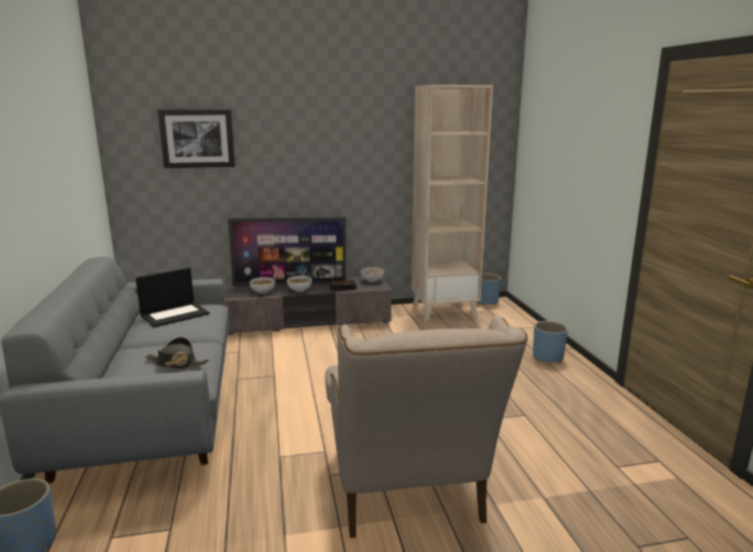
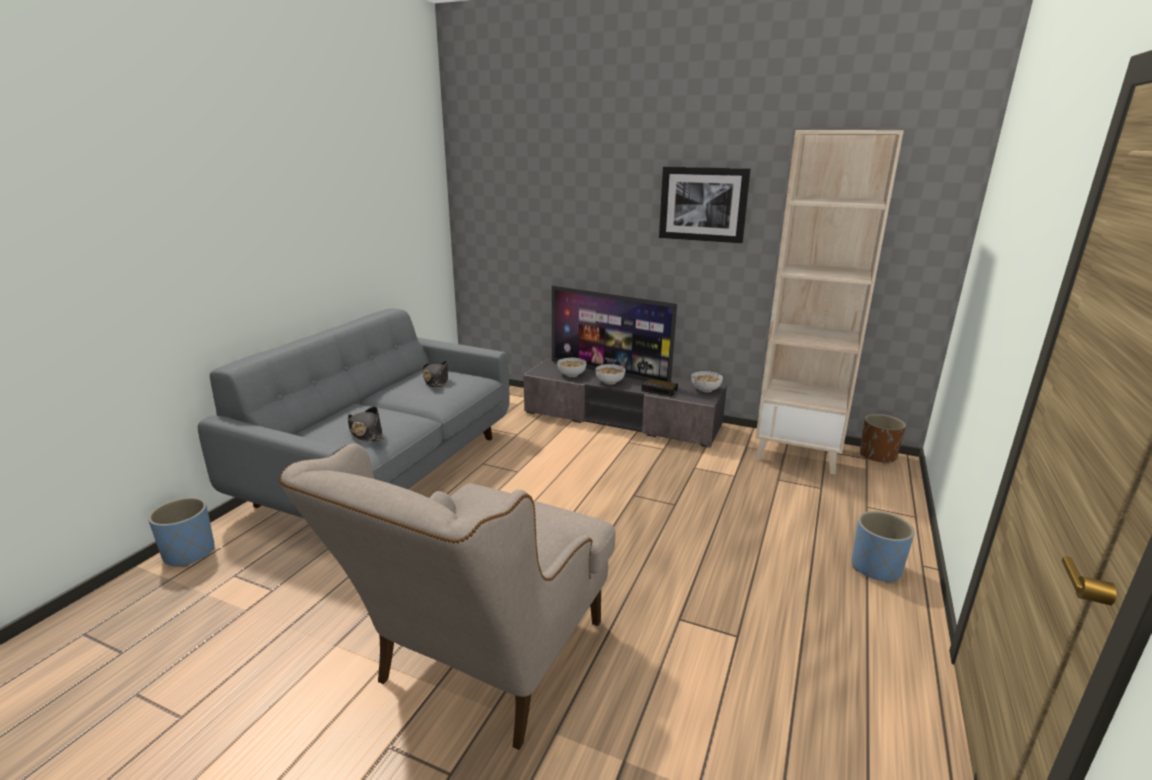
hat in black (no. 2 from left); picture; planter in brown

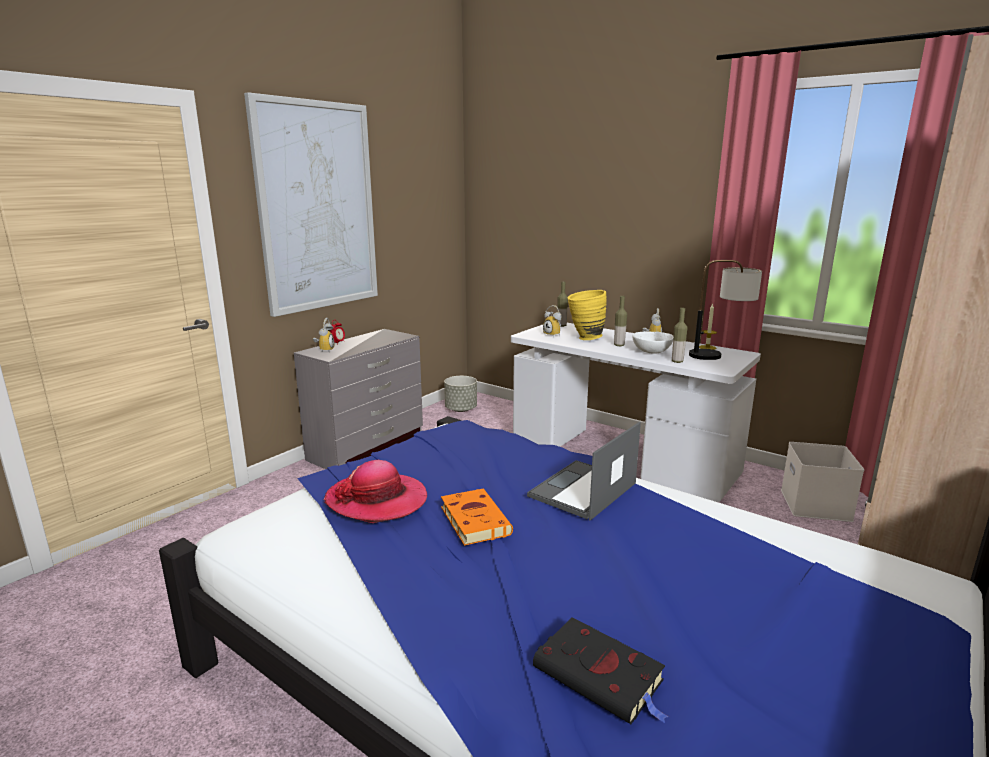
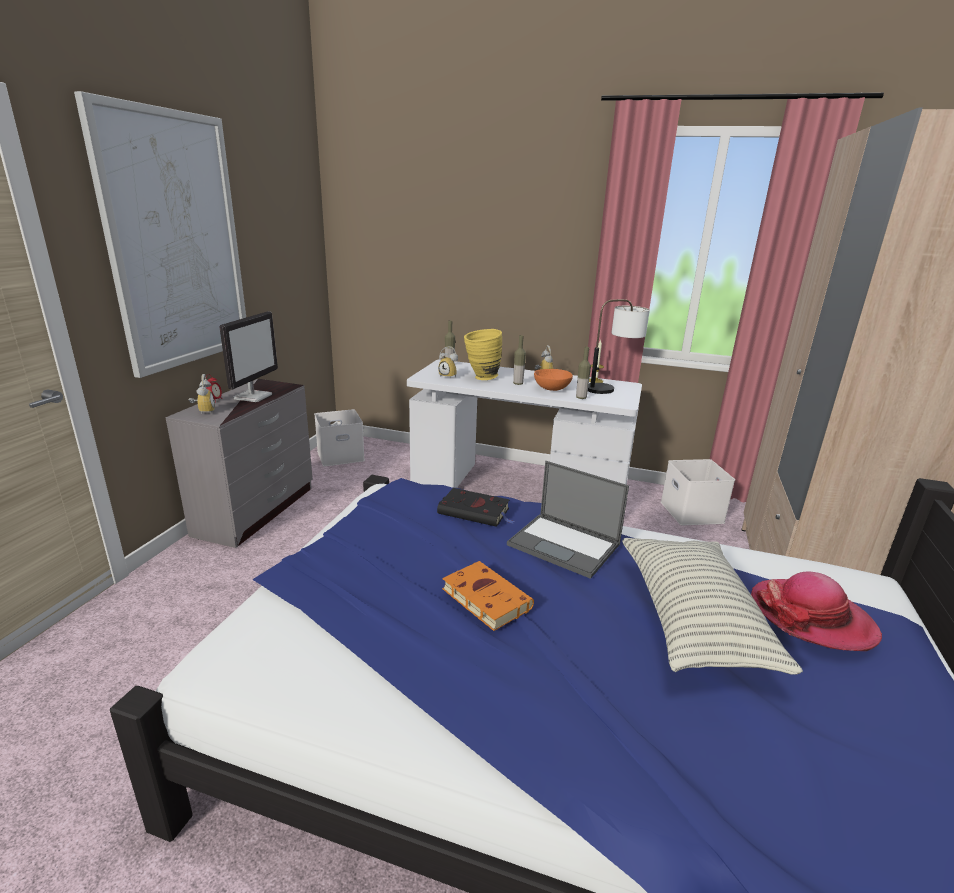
hat; storage box in white (no. 1 from left); laptop; book in black; bowl in orange; monitor; pillow

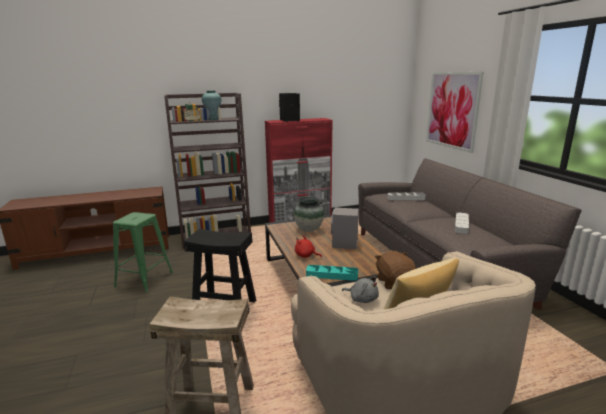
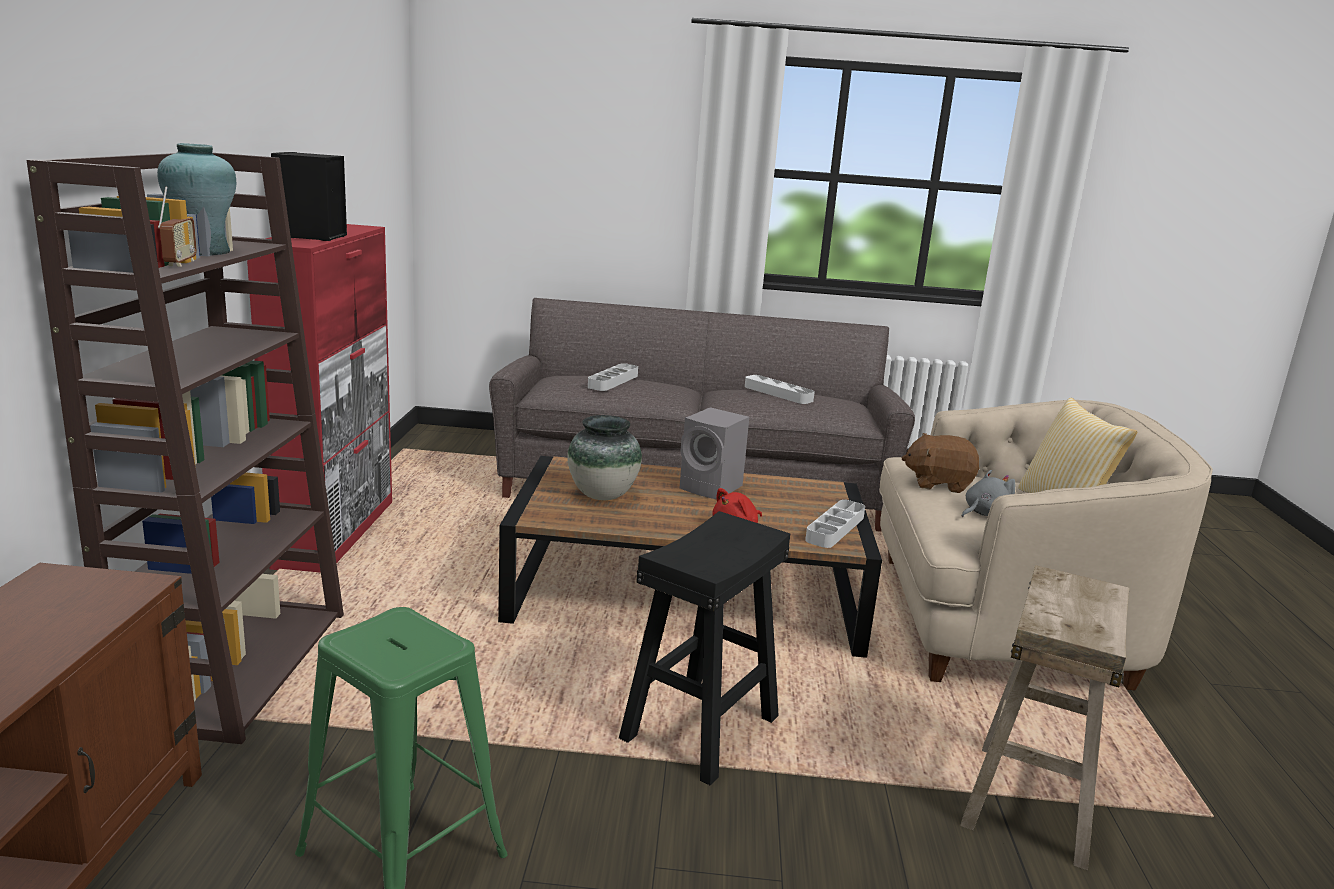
tray in grey (no. 3 from left); picture

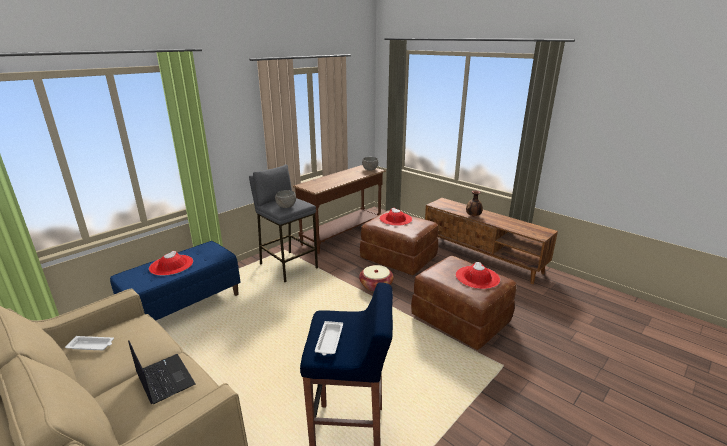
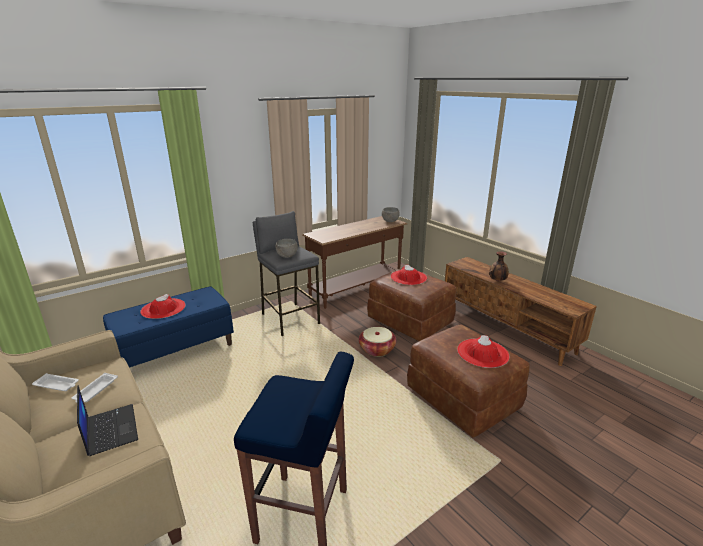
tray in white (no. 2 from left)

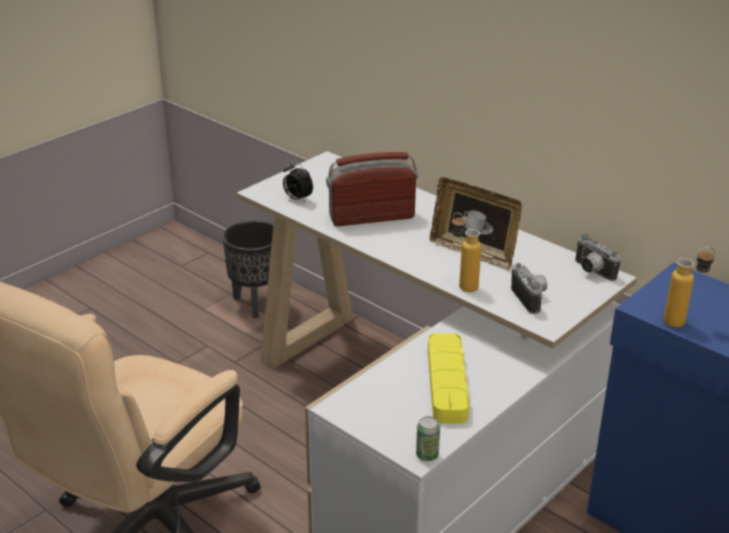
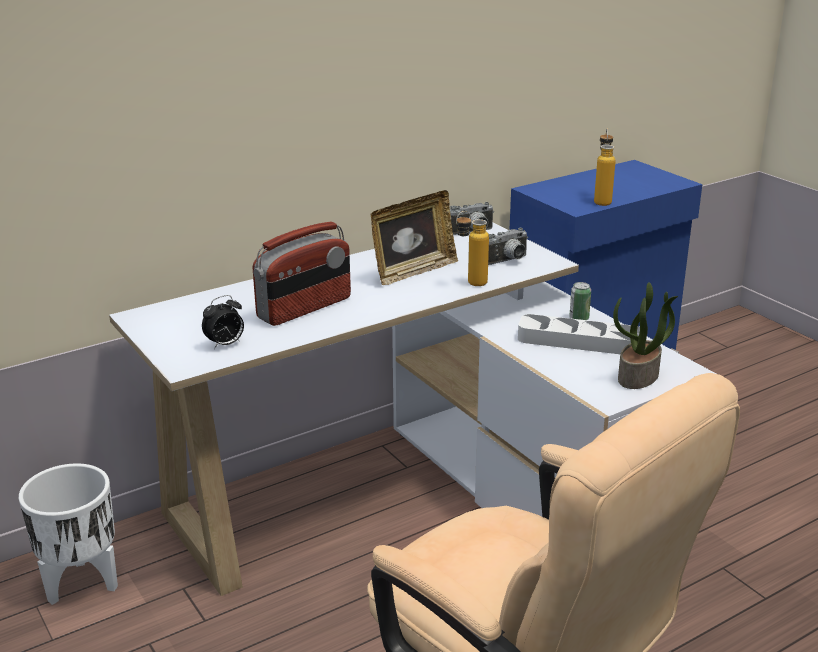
planter in white; radio; can; tray in grey; photo camera (no. 2 from left); potted plant

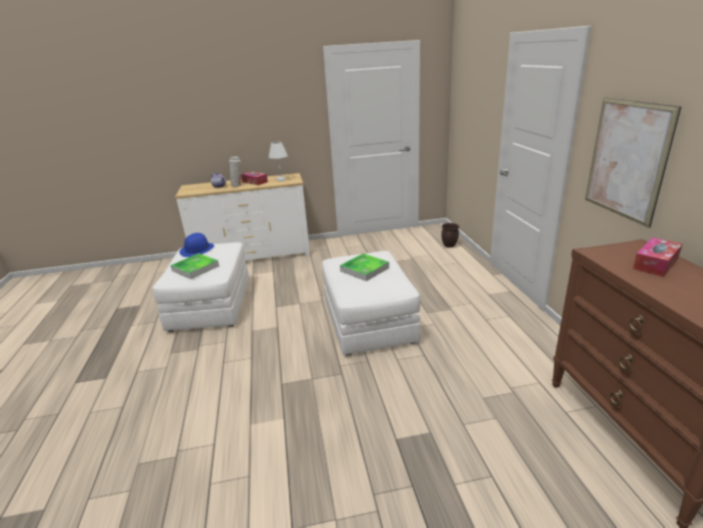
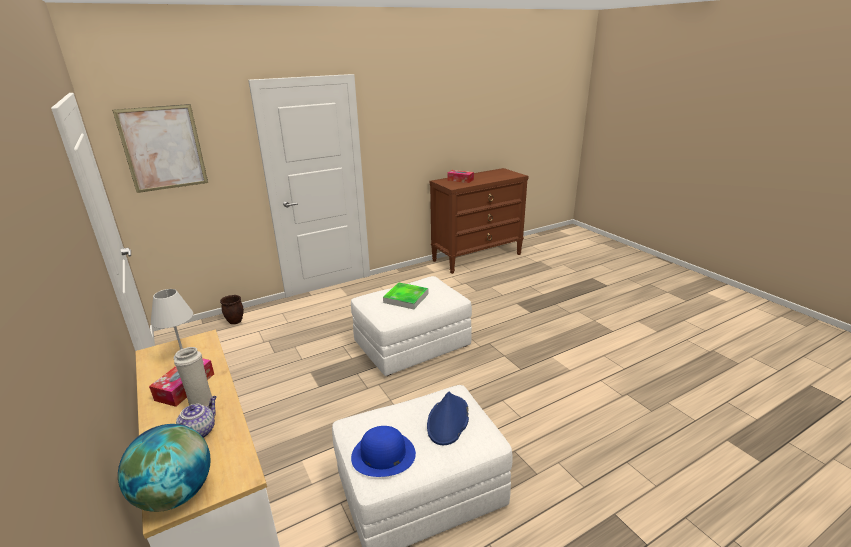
hat in blue (no. 2 from left); picture; globe

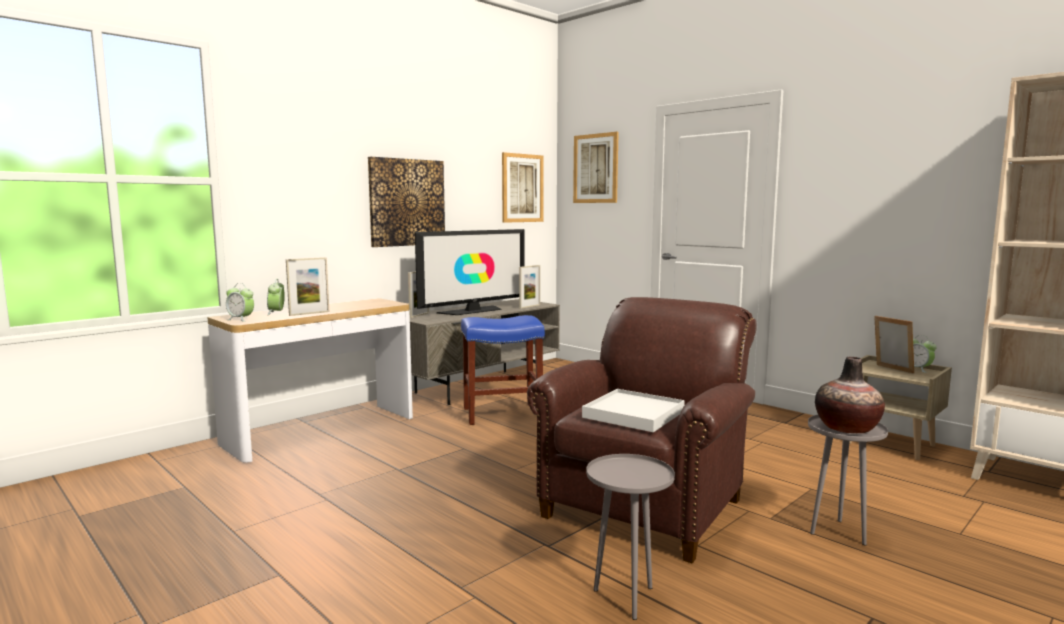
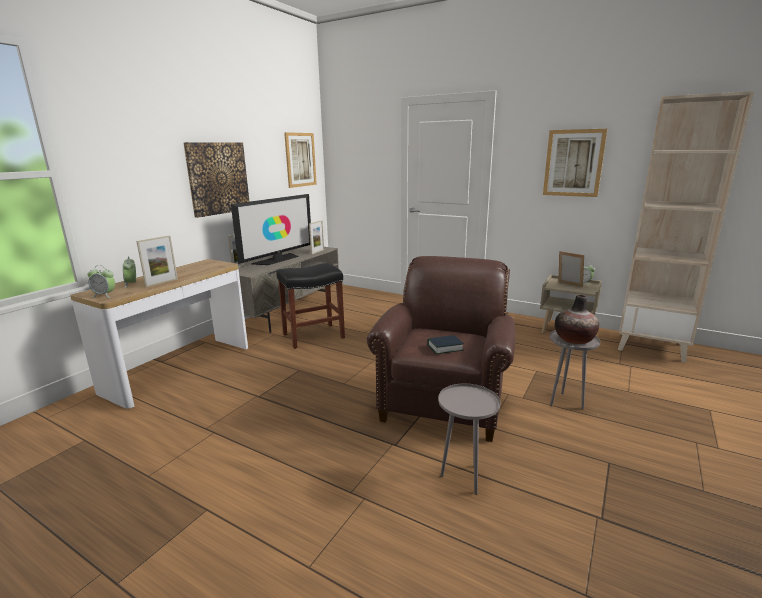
stool in black; picture (no. 3 from left); book

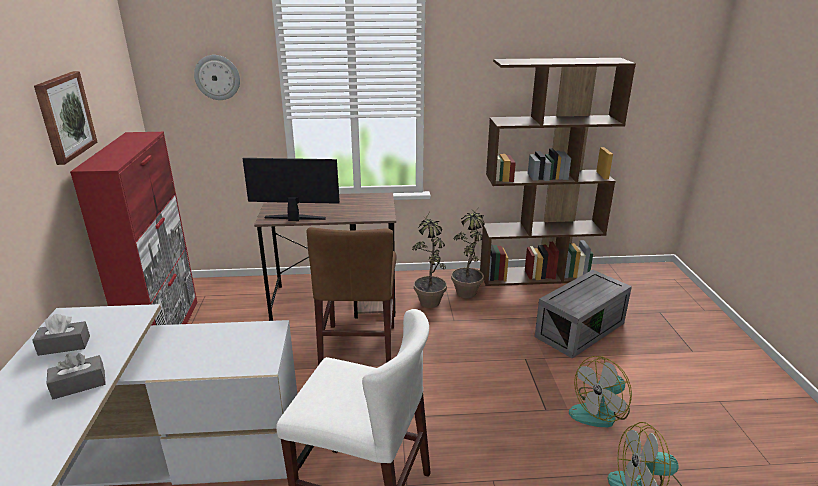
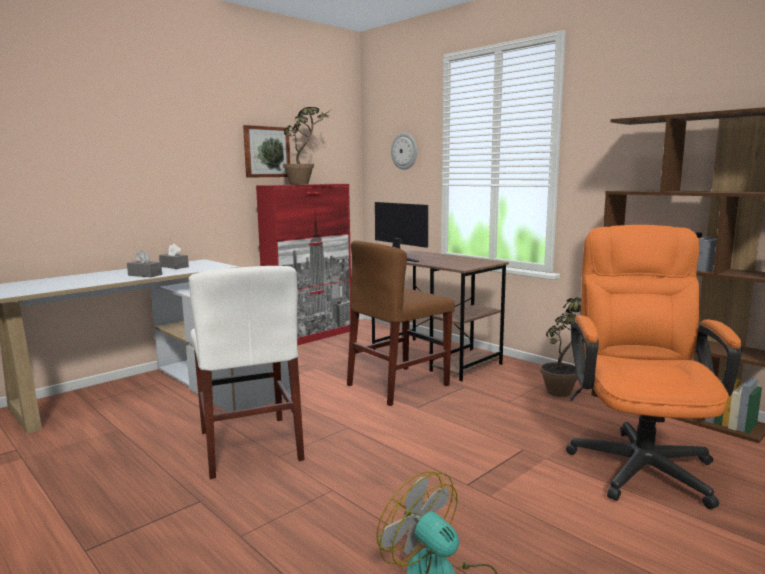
potted plant (no. 1 from left); office chair in orange; fan (no. 1 from left in the first image)

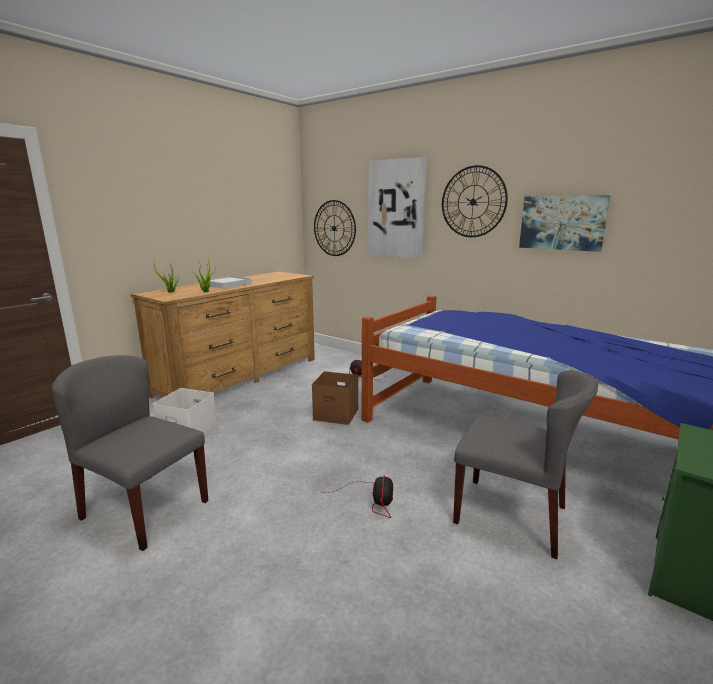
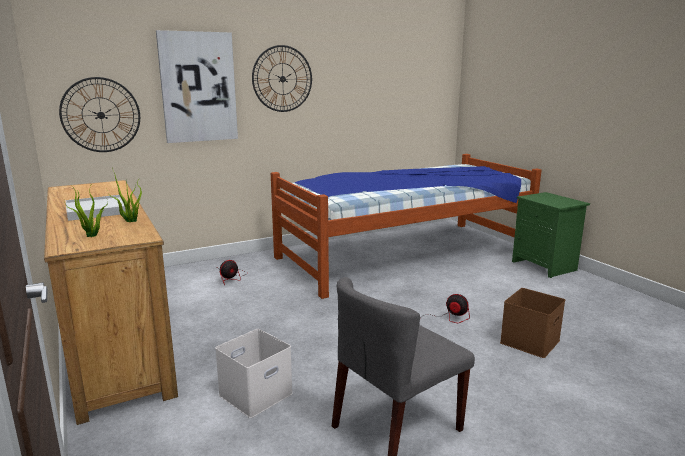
storage box in brown; chair in grey (no. 2 from left in the first image); picture (no. 2 from left in the first image)

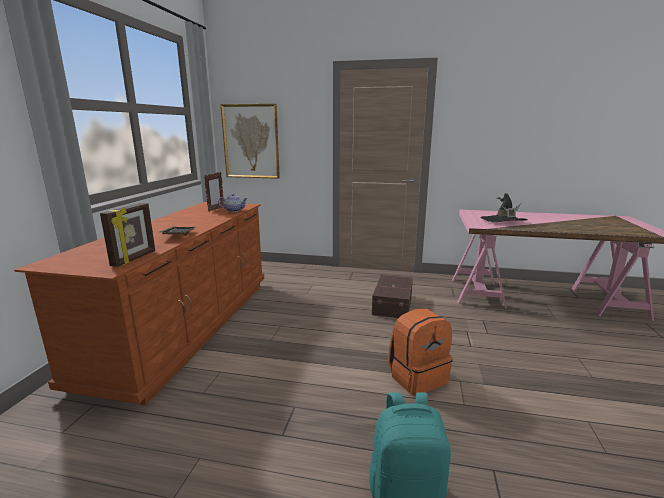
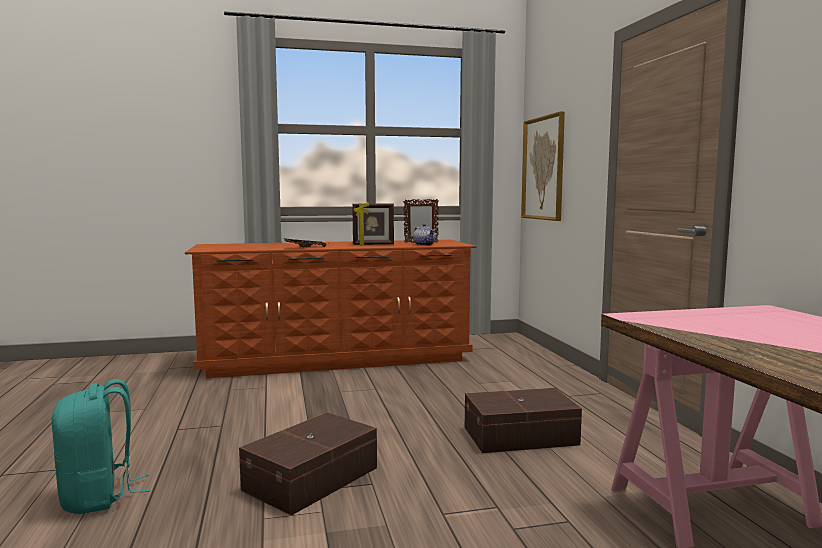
picture frame (no. 1 from left); storage box in brown (no. 1 from left); hat in black

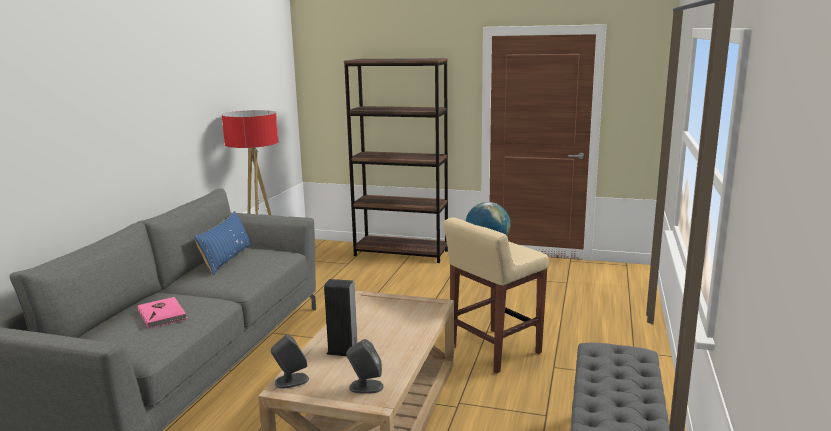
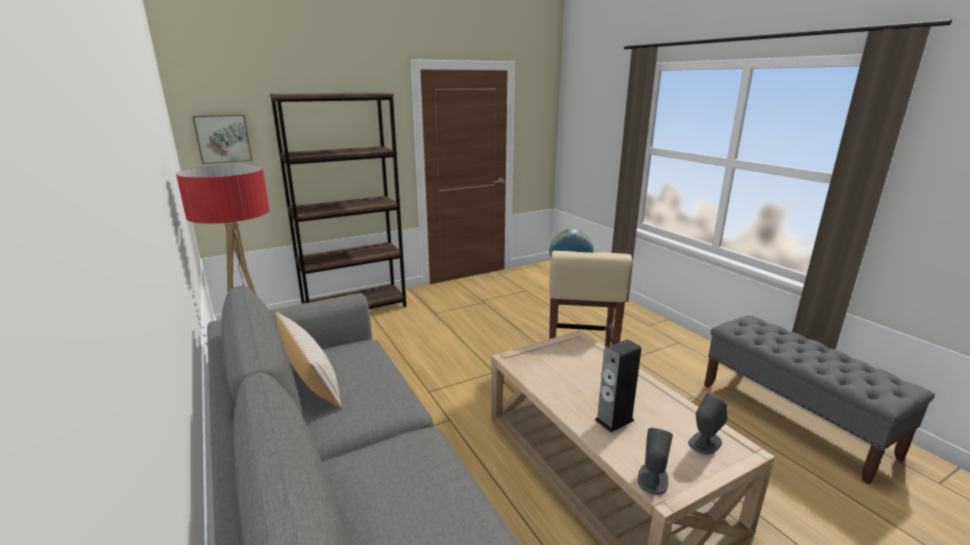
book in pink; pillow in beige; picture

